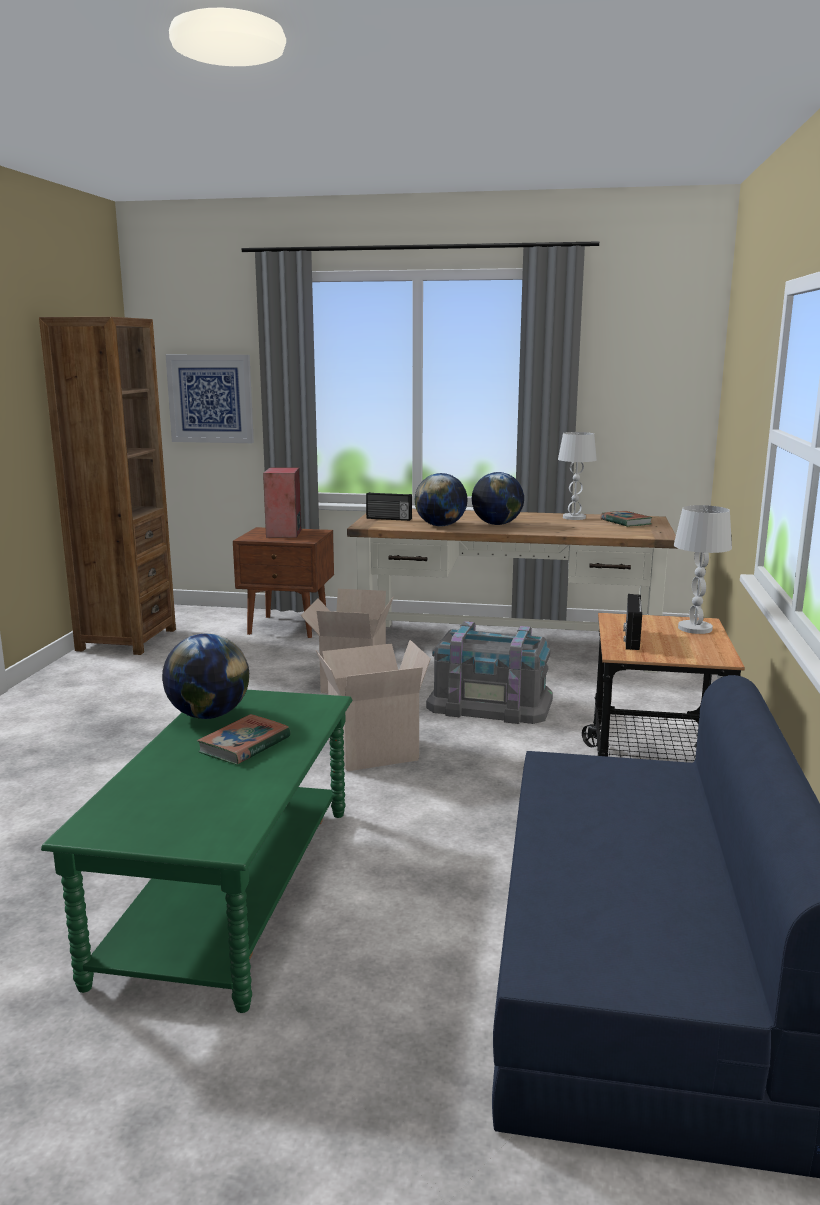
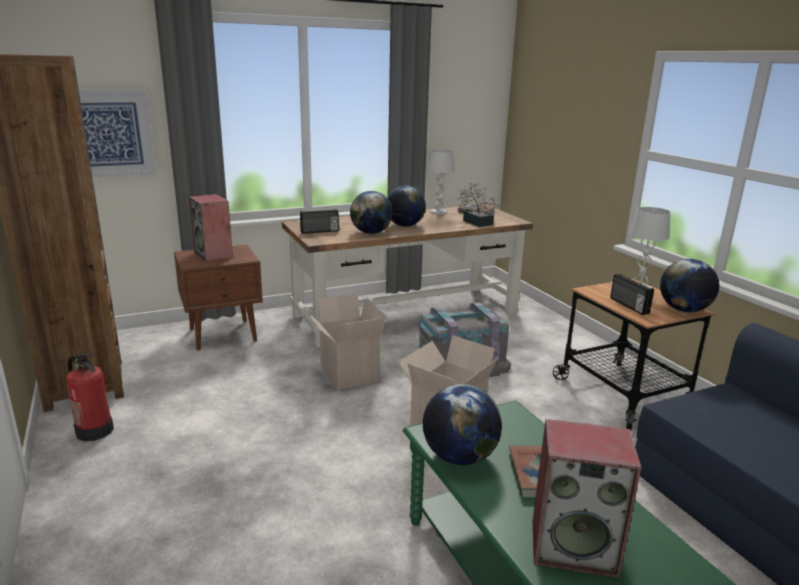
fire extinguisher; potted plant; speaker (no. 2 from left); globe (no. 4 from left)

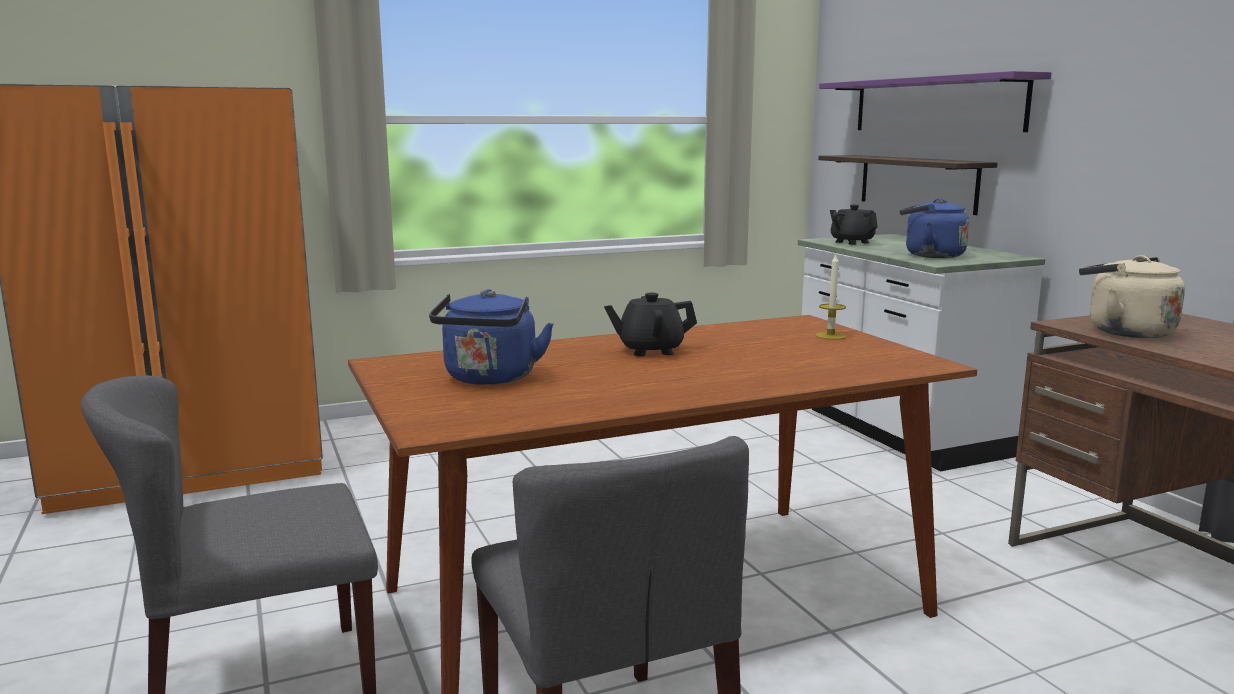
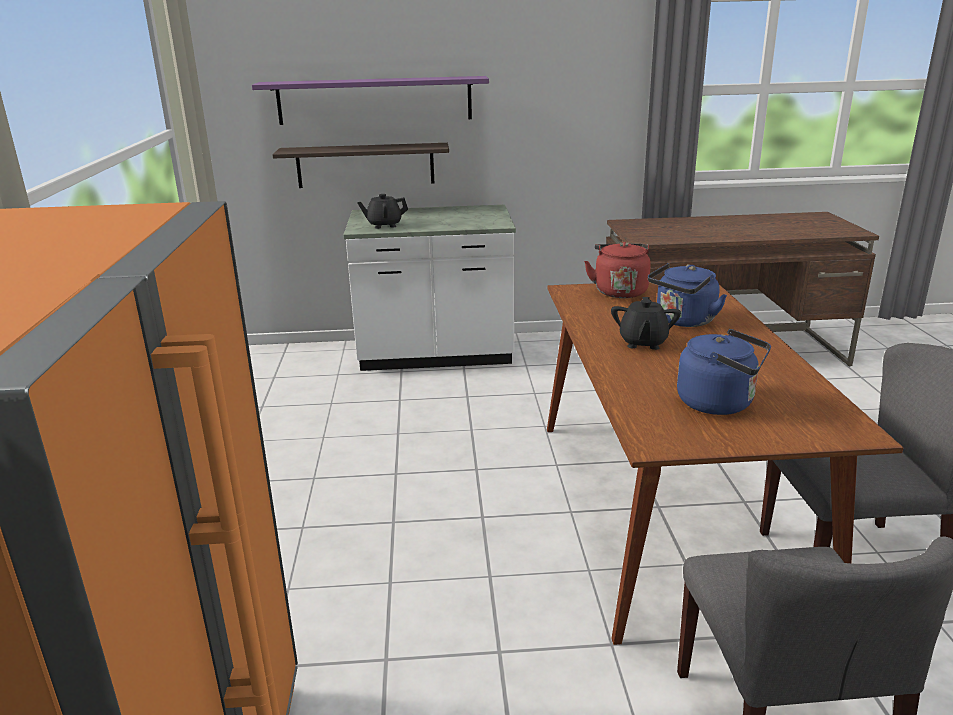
kettle in red; kettle in blue (no. 1 from left); kettle in beige

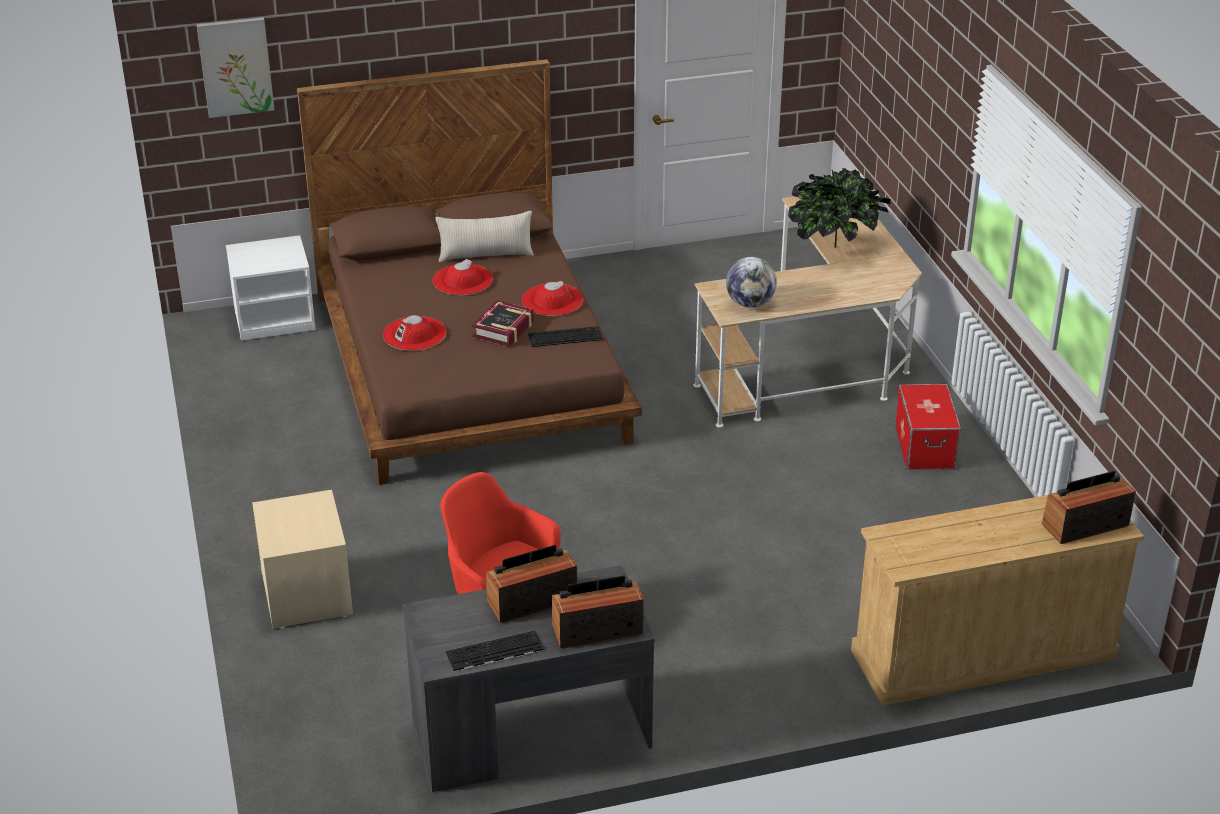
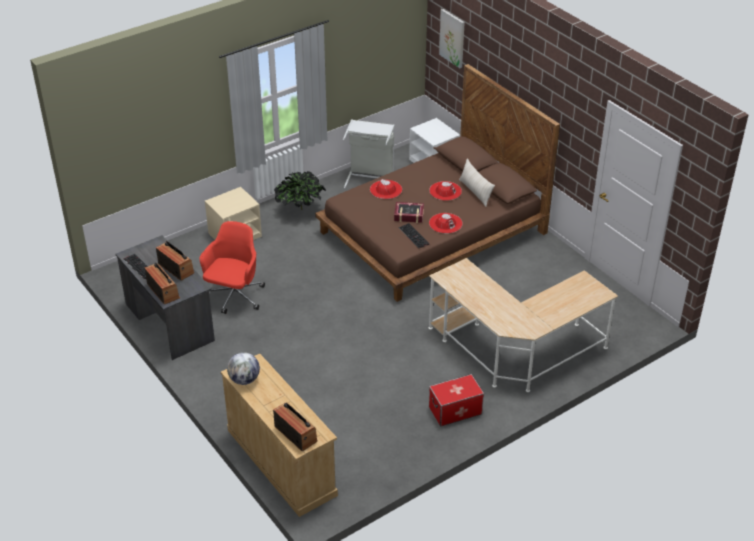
globe; potted plant; laundry basket in grey

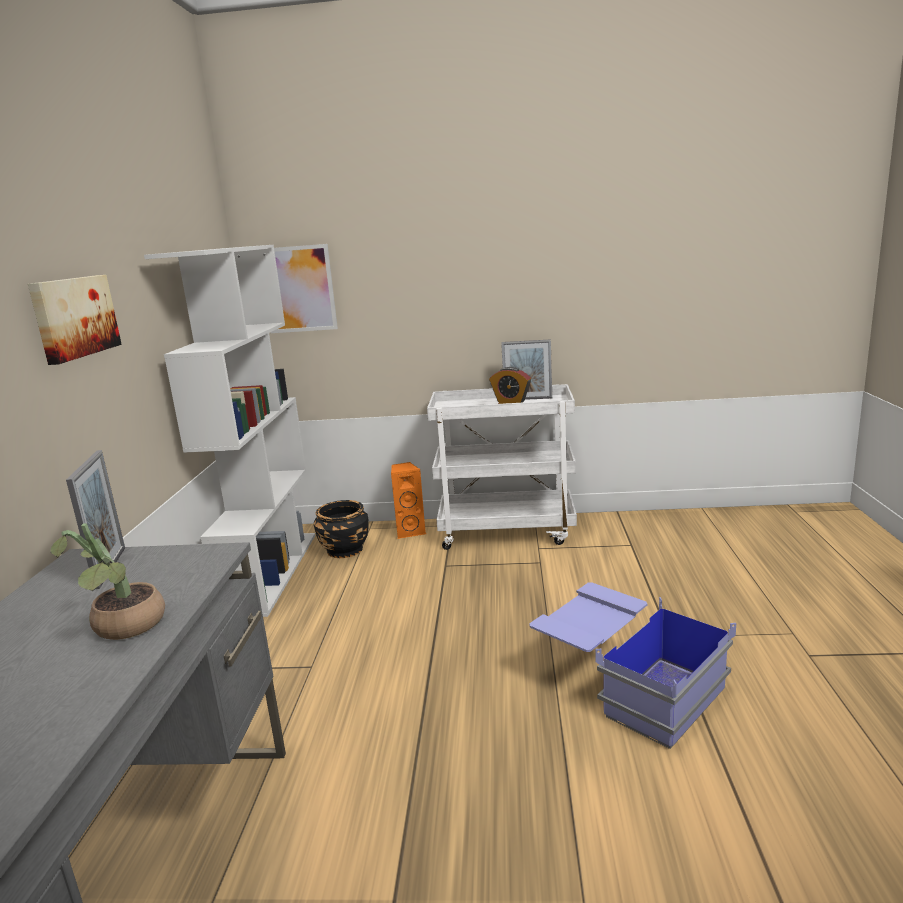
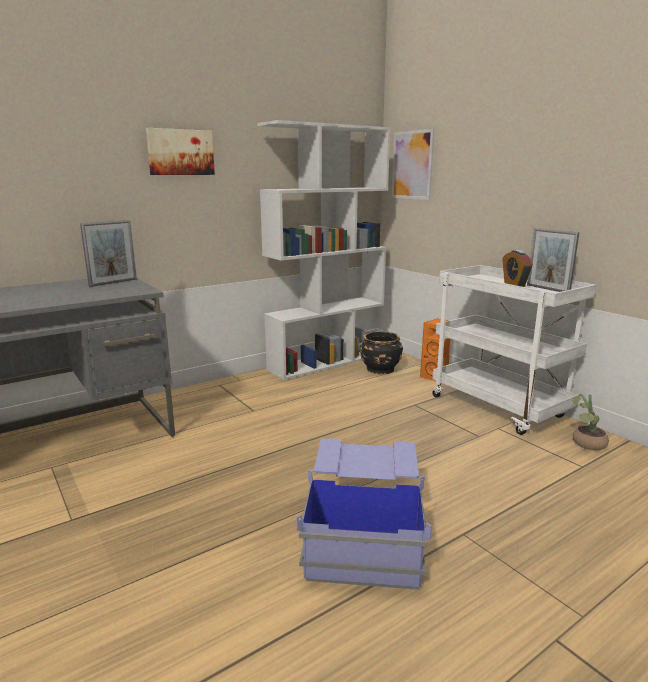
potted plant

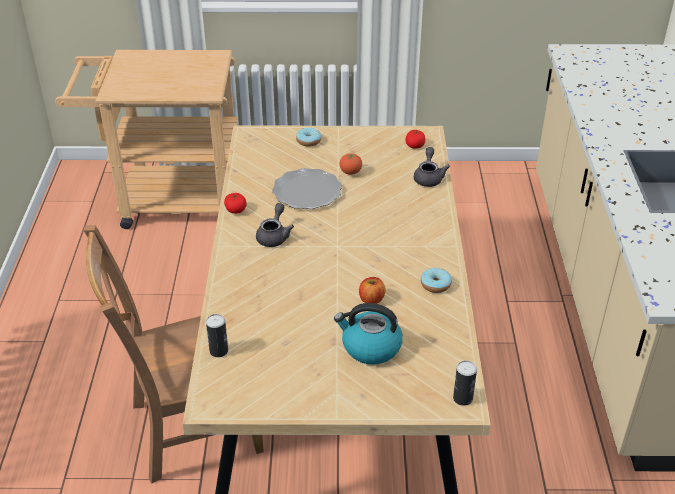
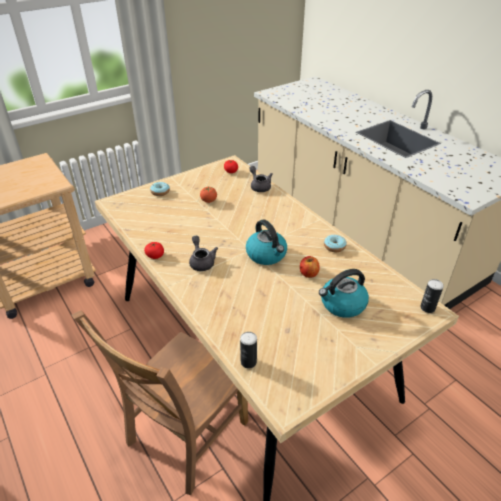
plate; kettle (no. 1 from left)

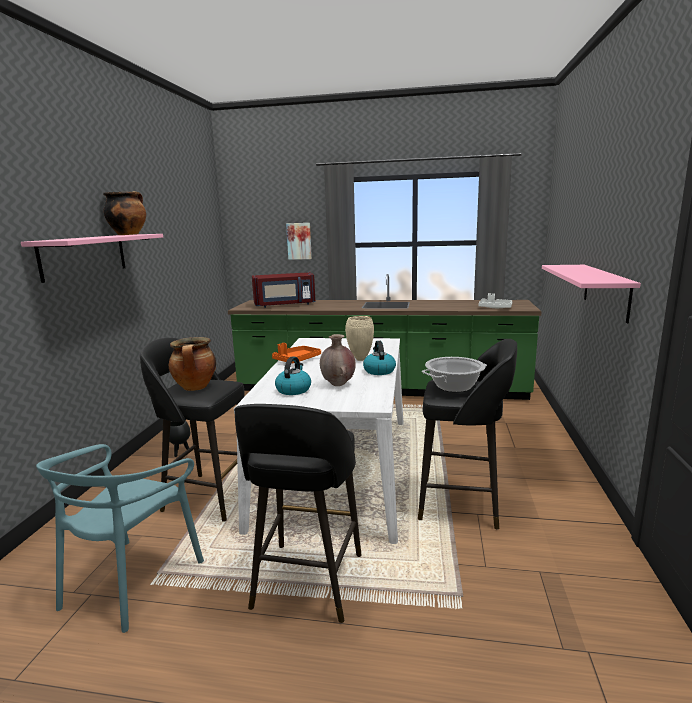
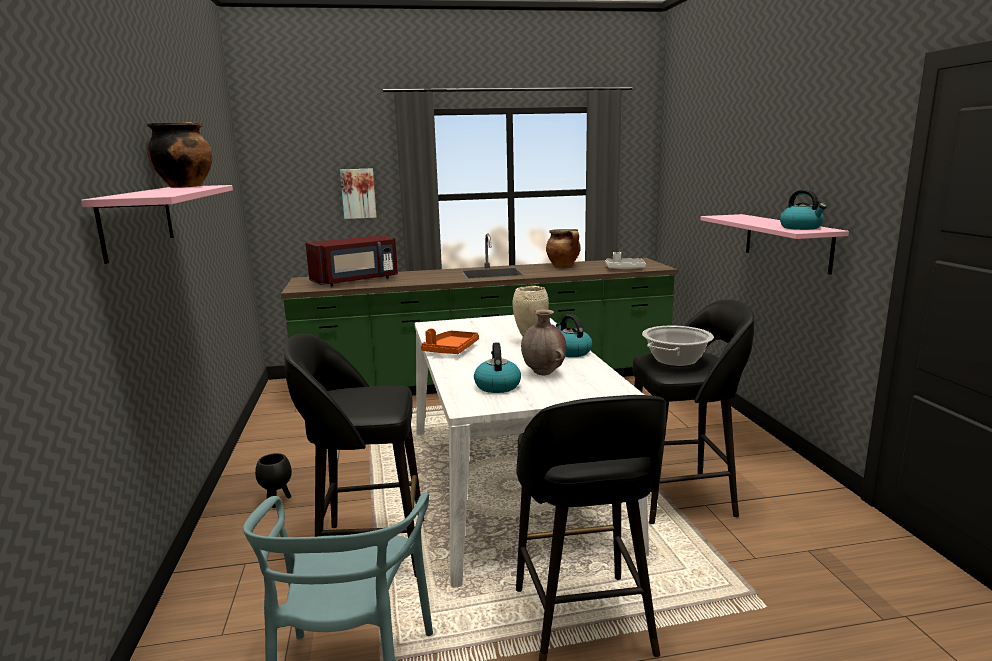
cooking pot (no. 2 from left); kettle (no. 3 from left)

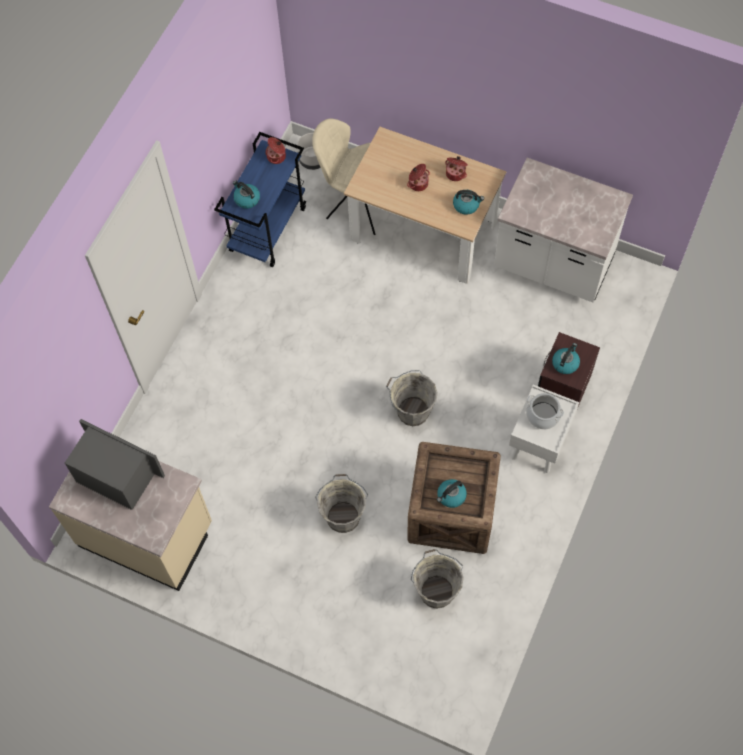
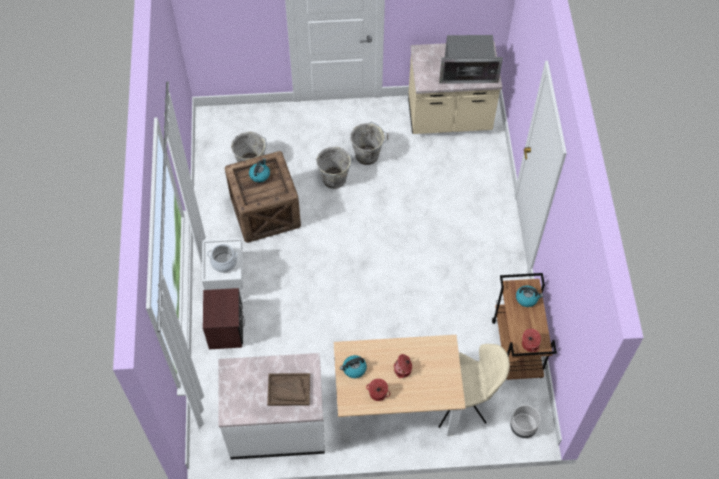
cart in brown; bucket in grey (no. 3 from left); kettle (no. 4 from left in the first image); tray in brown

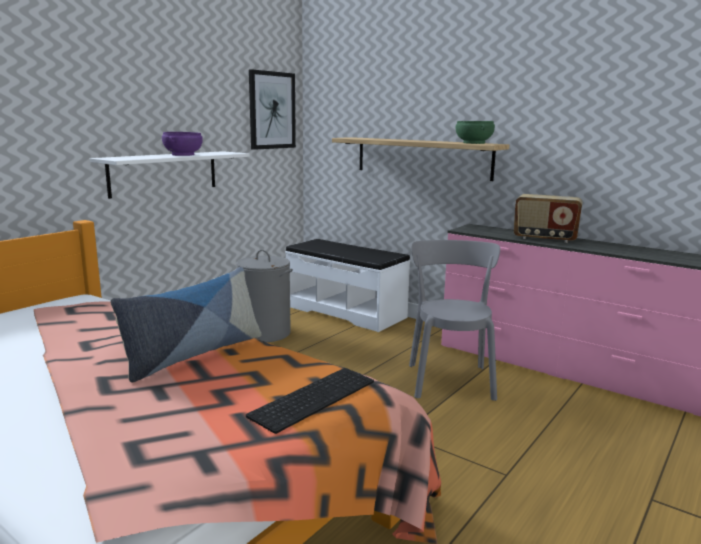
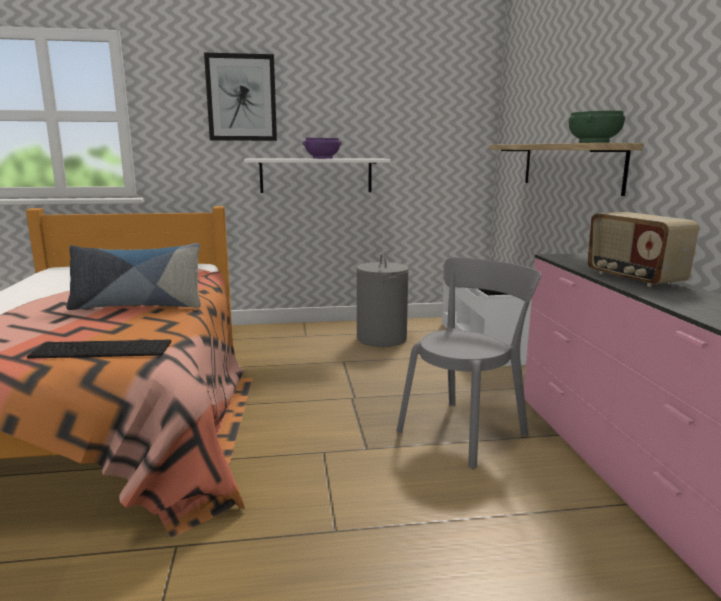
picture

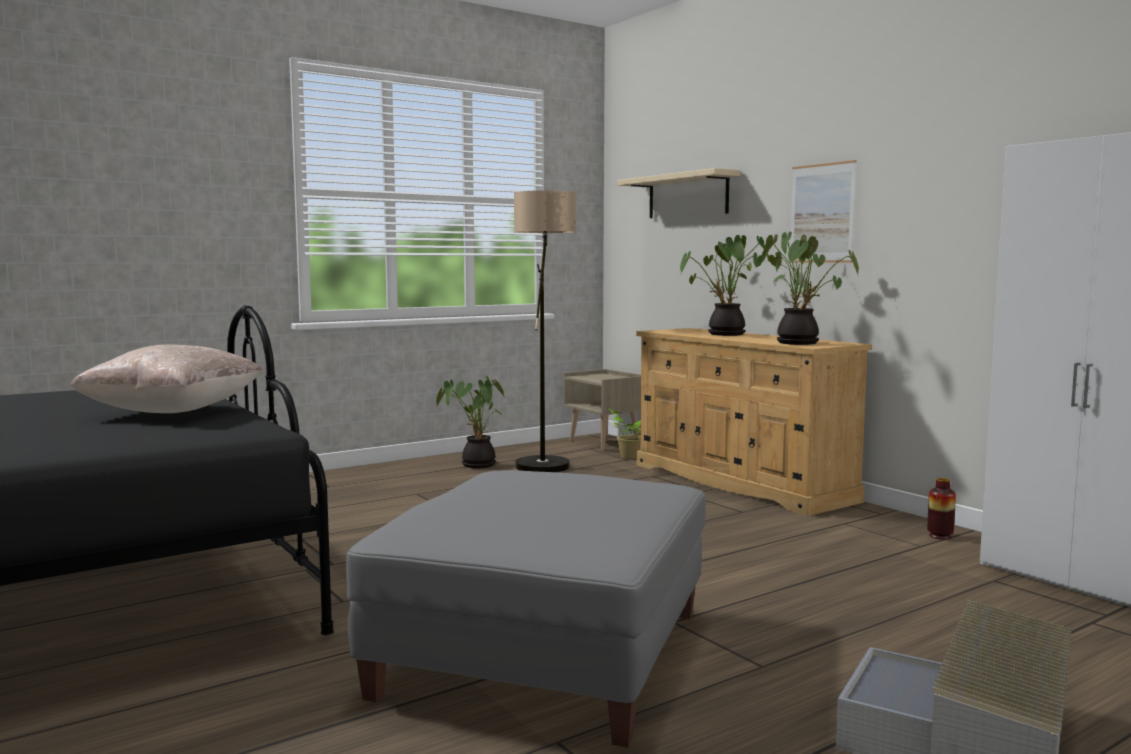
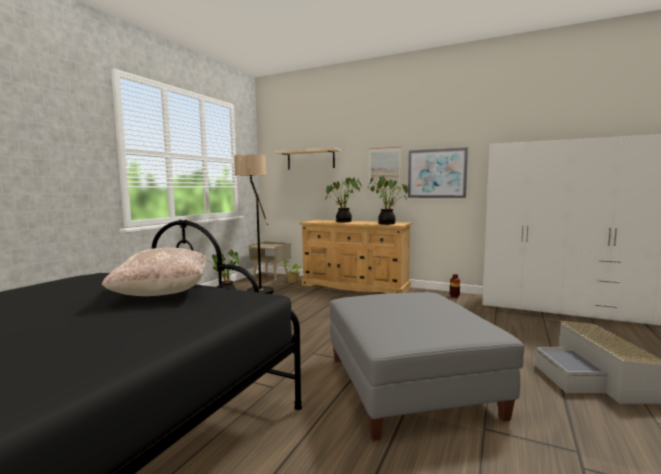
picture (no. 2 from left)

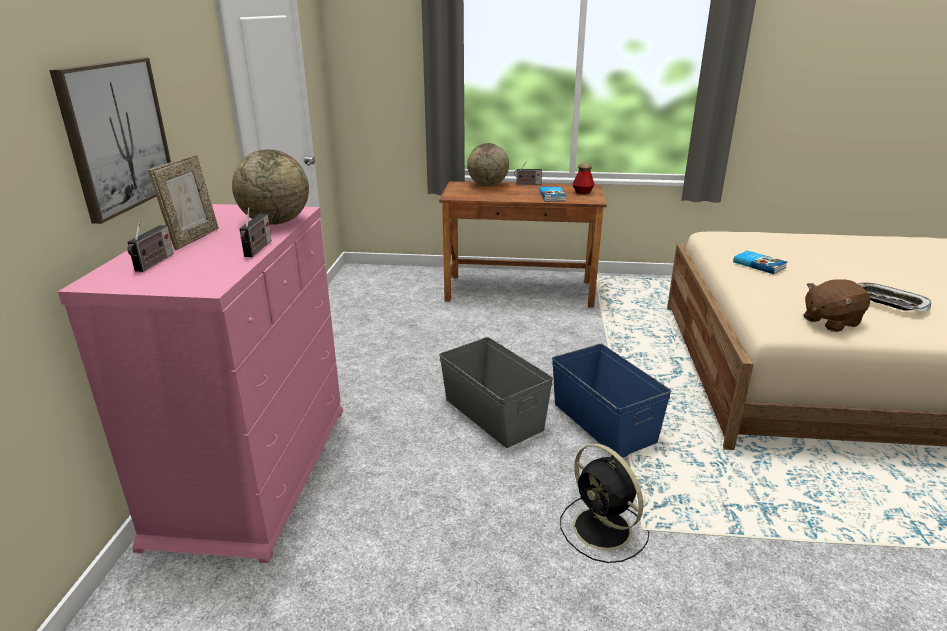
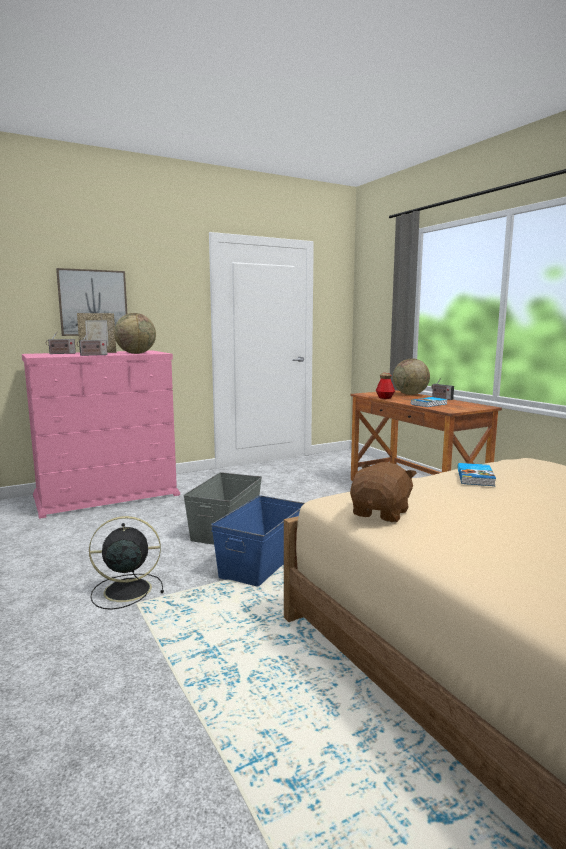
fan in black; bottle; plush toy in brown; tray

